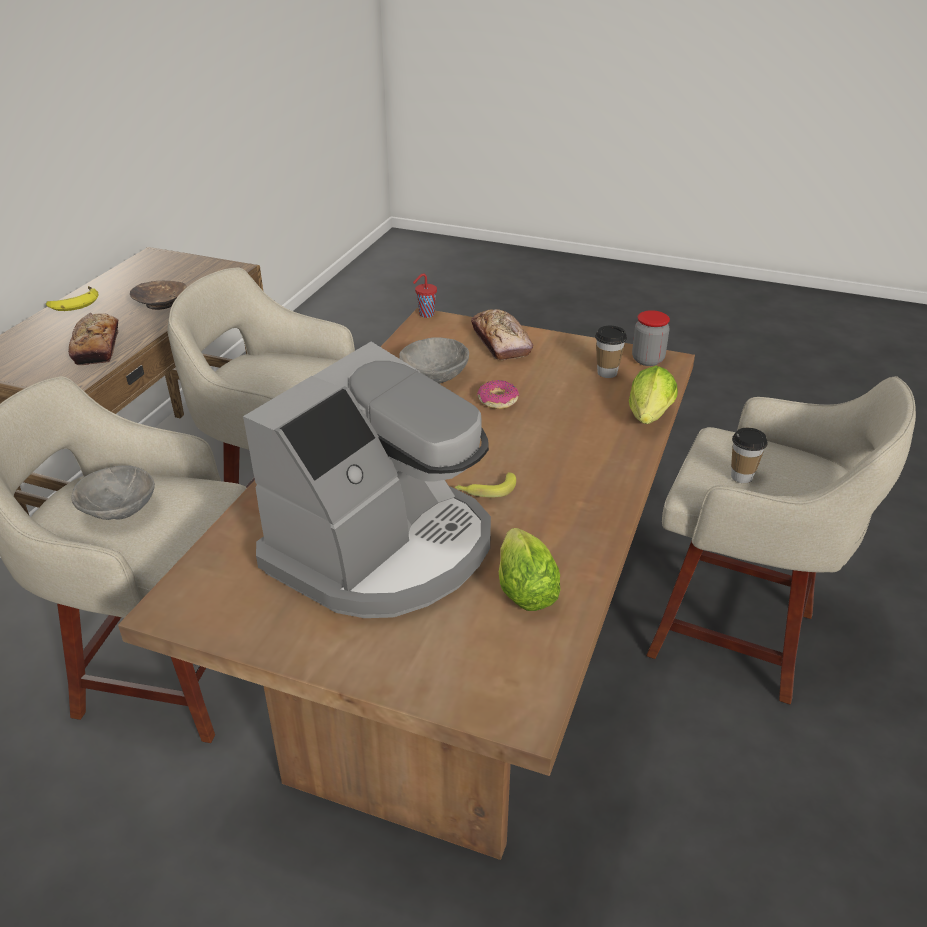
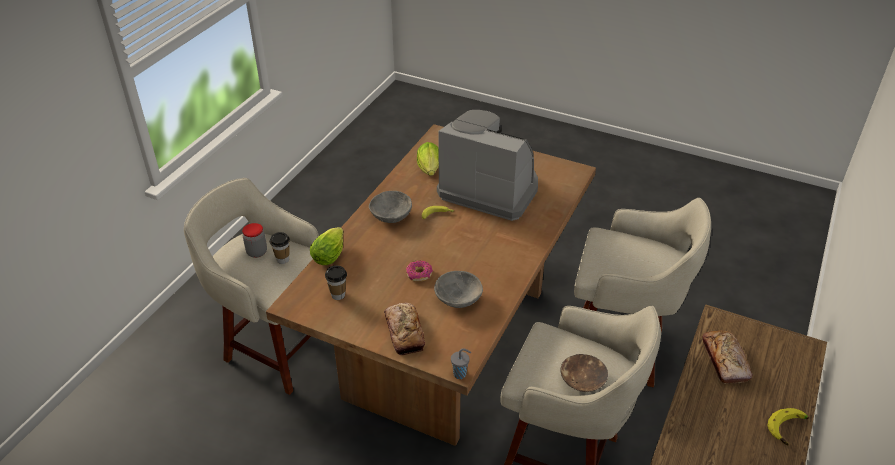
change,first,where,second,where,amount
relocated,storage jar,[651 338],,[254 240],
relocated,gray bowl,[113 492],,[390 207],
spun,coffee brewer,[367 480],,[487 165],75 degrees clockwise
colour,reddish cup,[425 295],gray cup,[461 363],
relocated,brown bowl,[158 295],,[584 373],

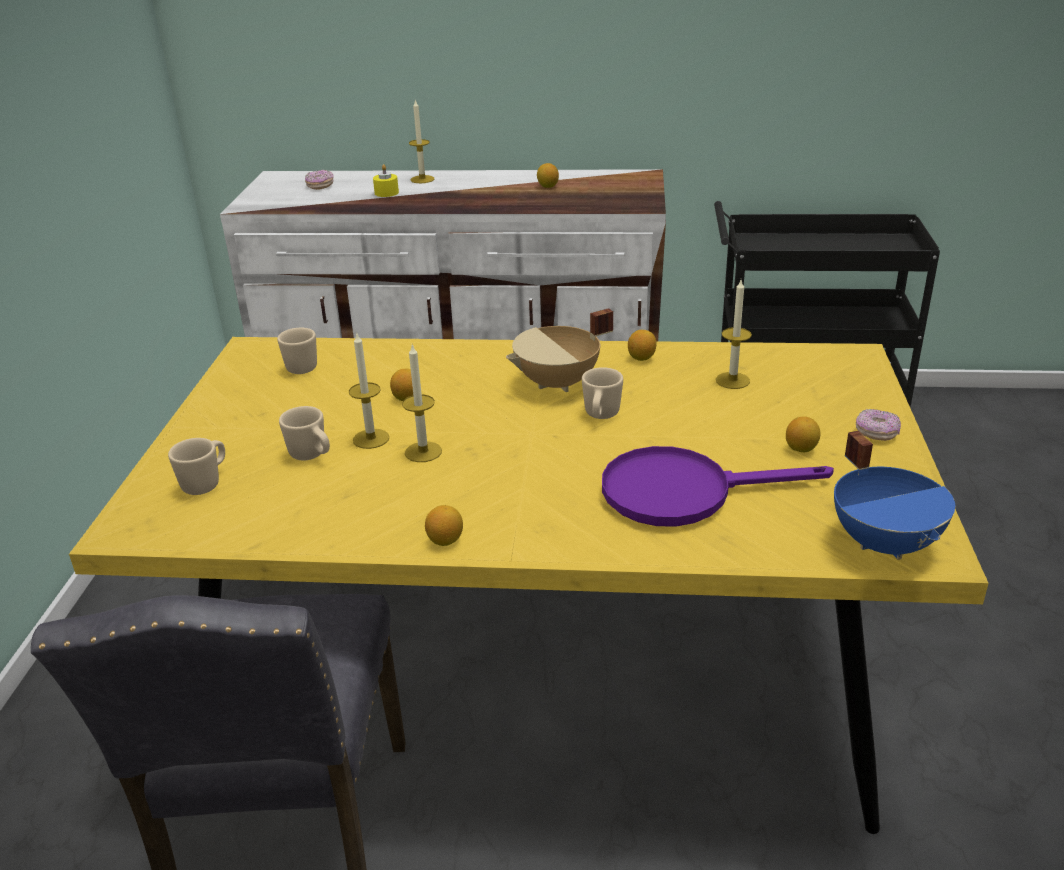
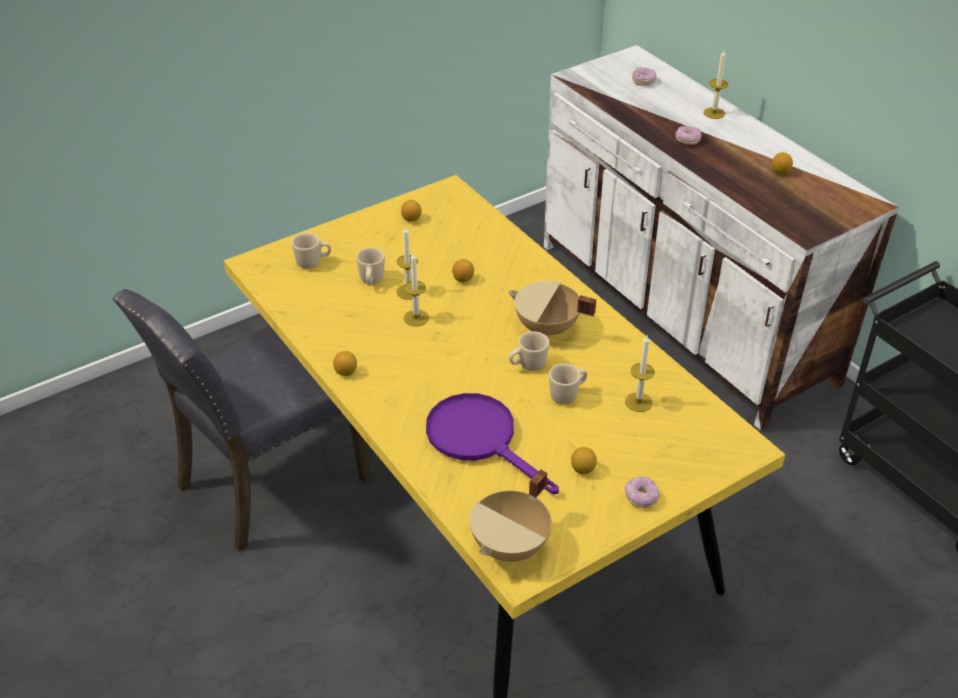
change,first,where,second,where,amount
relocated,lemon,[642 345],,[411 211],
colour,blue-coloured saucepot,[894 495],beige-coloured saucepot,[511 515],
relocated,beige-coloured mug,[297 351],,[568 384],
appeared,,,ring doughnut,[689 135],
missing,yellowish candle,[386 180],,,

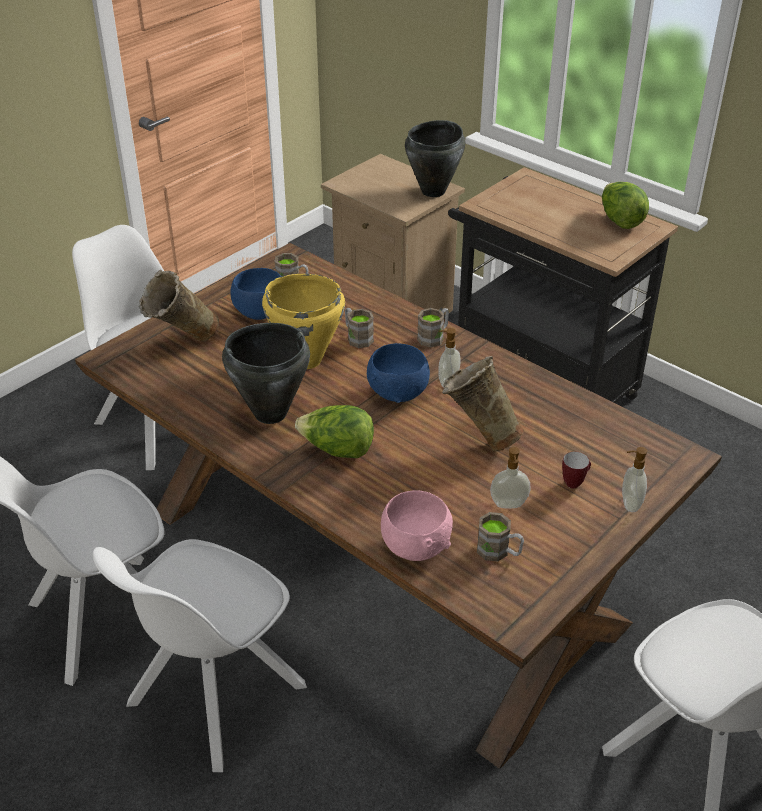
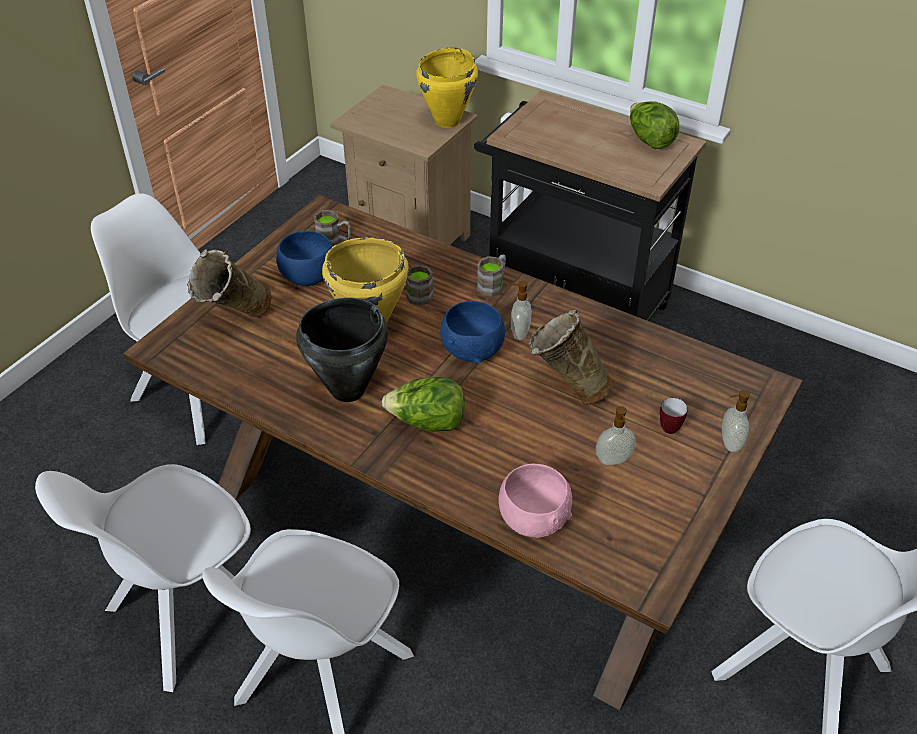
change,first,where,second,where,amount
colour,black-coloured saucepot,[435 158],yellowish saucepot,[447 88],
missing,brown mug,[500 536],,,

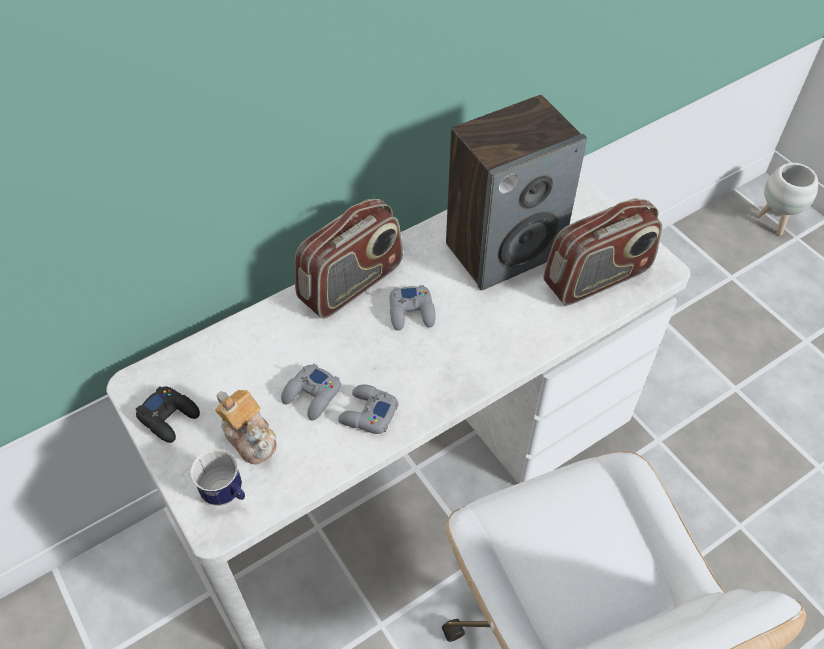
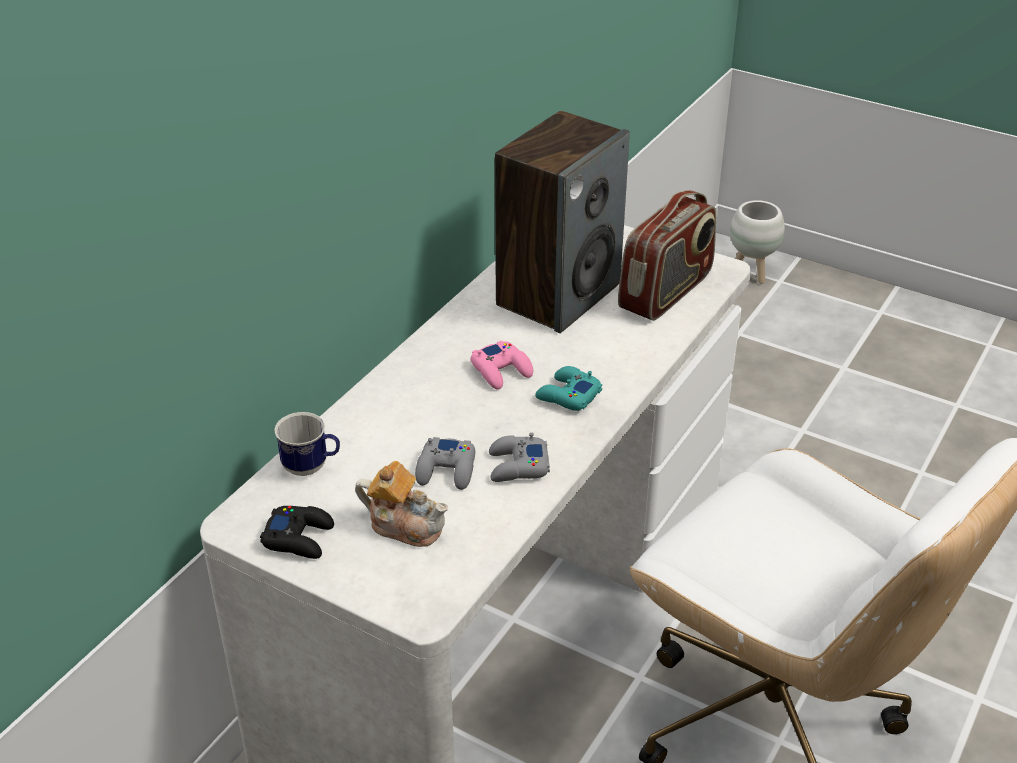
change,first,where,second,where,amount
relocated,mug,[217 477],,[307 444],
colour,gray joypad,[413 308],pink-coloured joypad,[502 365],
appeared,,,turquoise joypad,[568 388],
missing,radio set,[349 259],,,

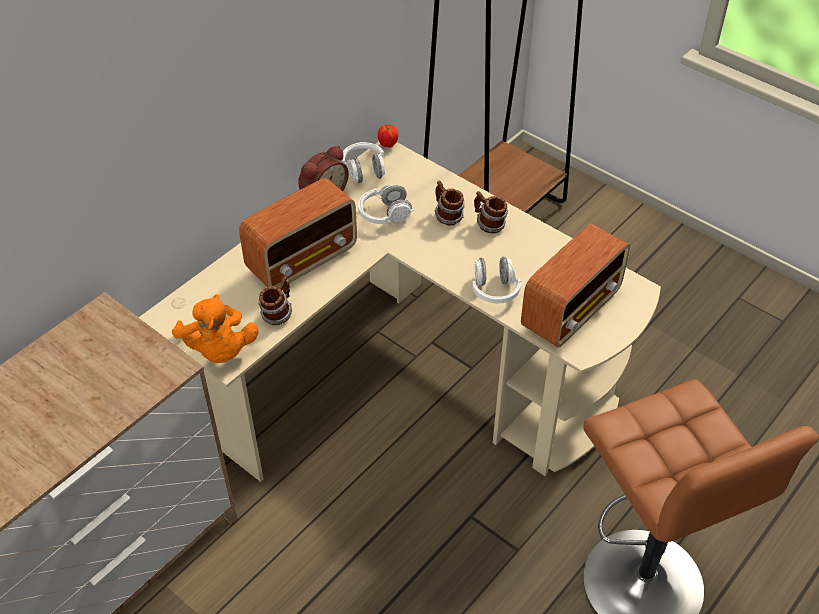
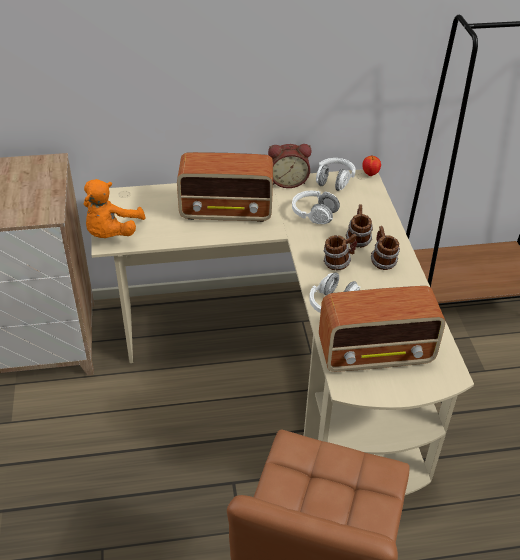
change,first,where,second,where,amount
relocated,mug,[275 300],,[340 252],

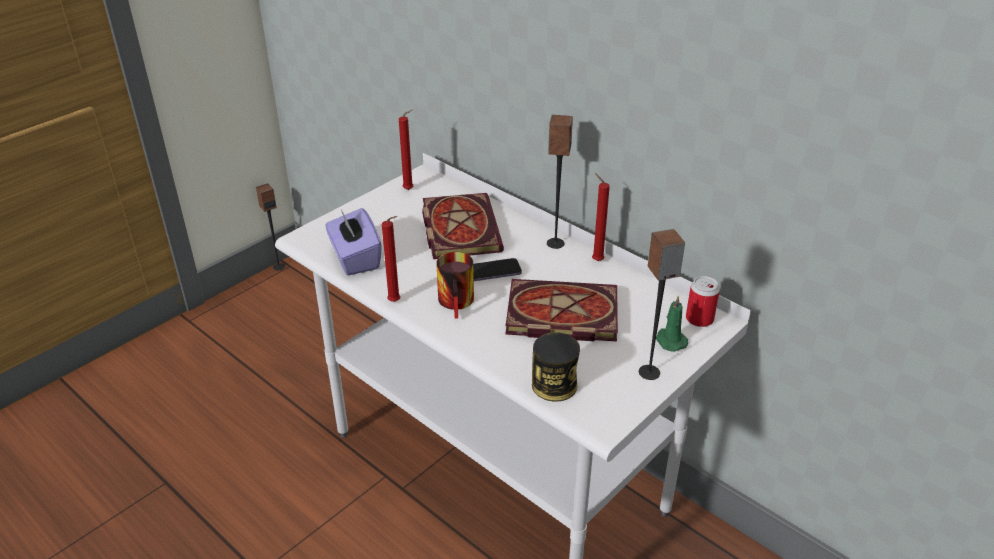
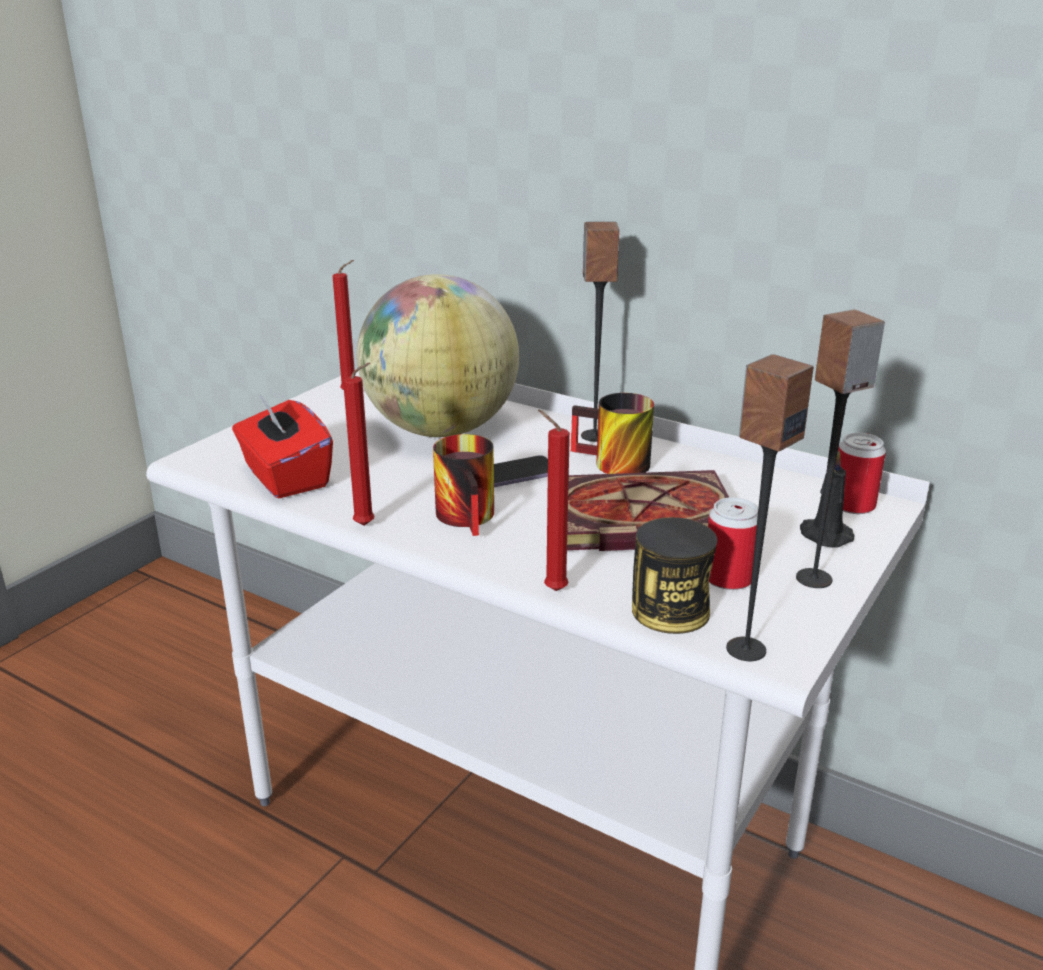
change,first,where,second,where,amount
colour,purple tissue holder,[353 242],reddish tissue holder,[282 446],
exchanged,volume,[463 226],desk globe,[438 355],
relocated,reddish candle,[601 217],,[554 500],
appeared,,,mug,[612 433],
appeared,,,can,[733 543],
relocated,speaker,[270 227],,[770 507],
colour,green-coloured candle,[672 324],black-coloured candle,[827 499],

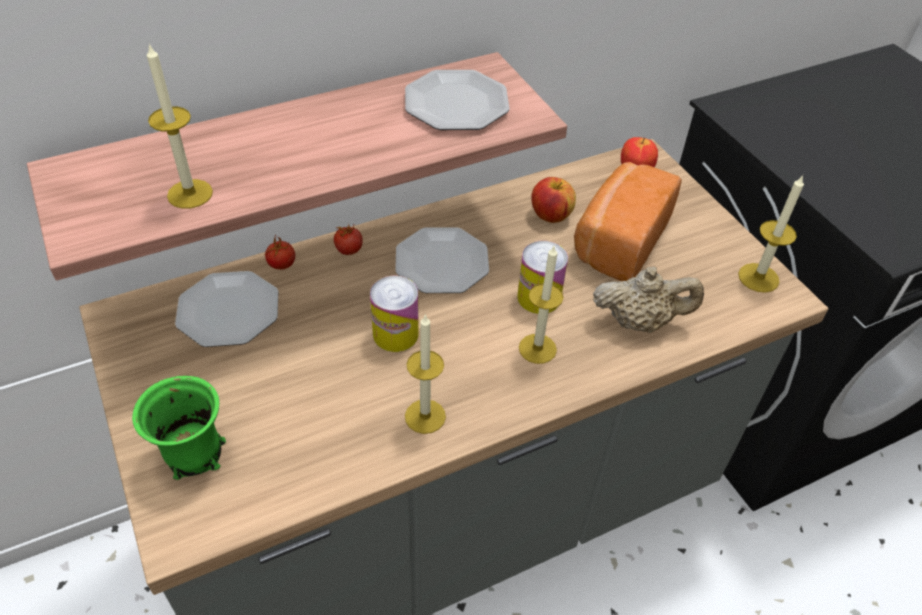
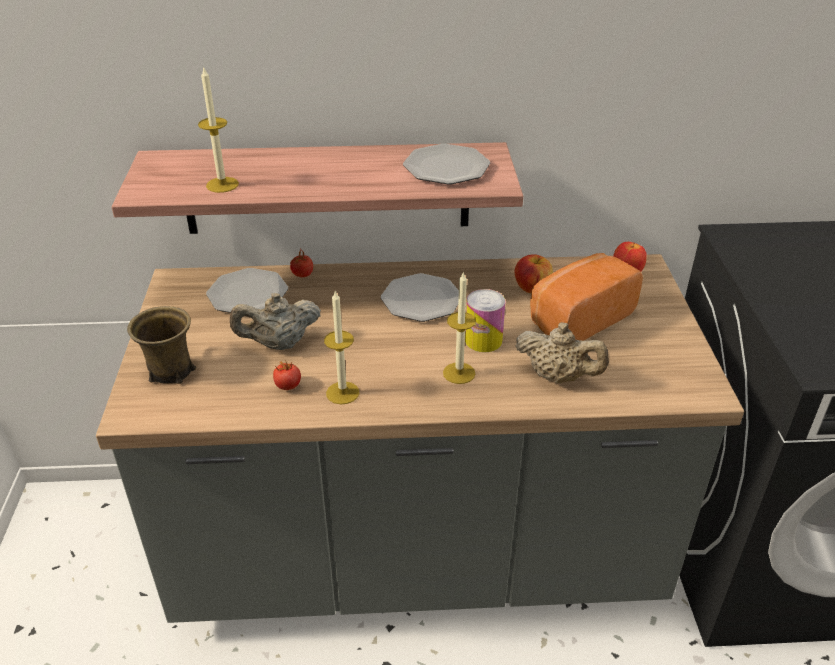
change,first,where,second,where,amount
colour,green-coloured mug,[179 428],brown mug,[161 345],
appeared,,,beige-coloured tea pot,[275 321],
relocated,tomato,[348 239],,[287 376],
missing,can,[394 314],,,
missing,candle,[771 234],,,

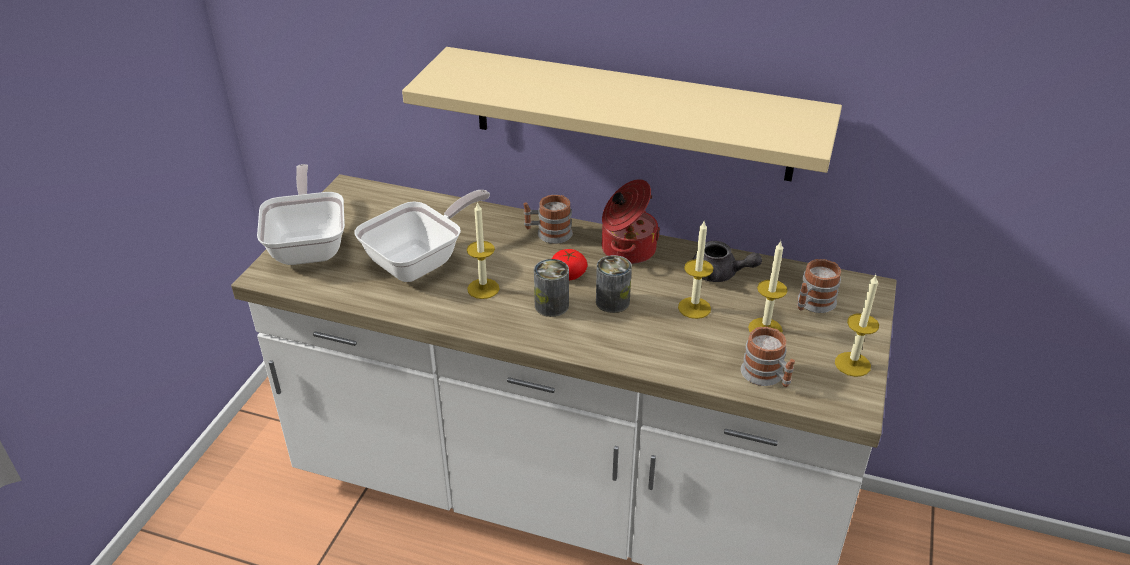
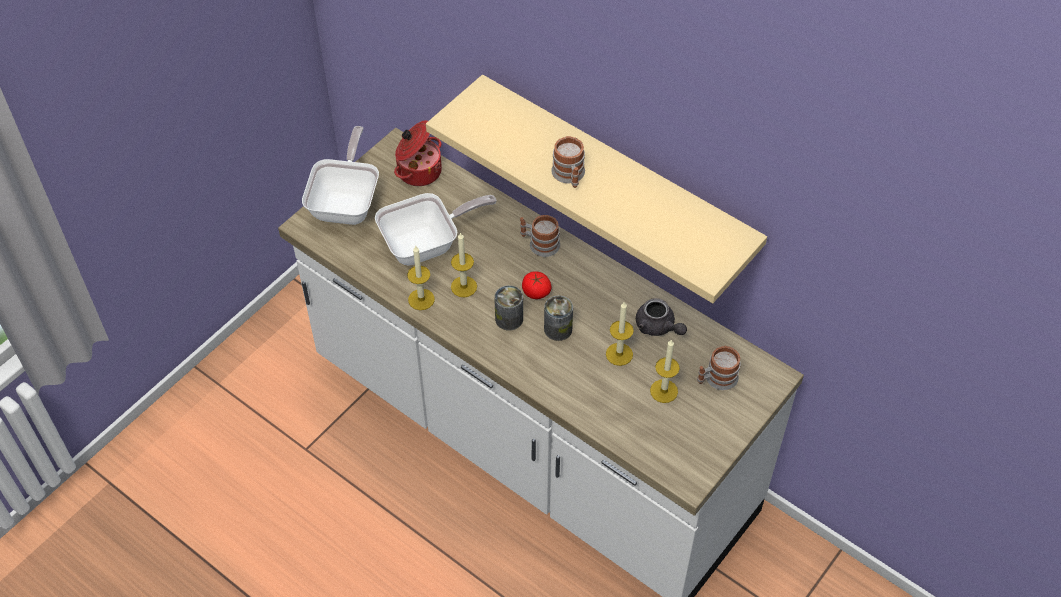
change,first,where,second,where,amount
relocated,saucepot,[631 221],,[418 153],
relocated,candle,[857 326],,[421 277],
relocated,mug,[768 357],,[568 162],

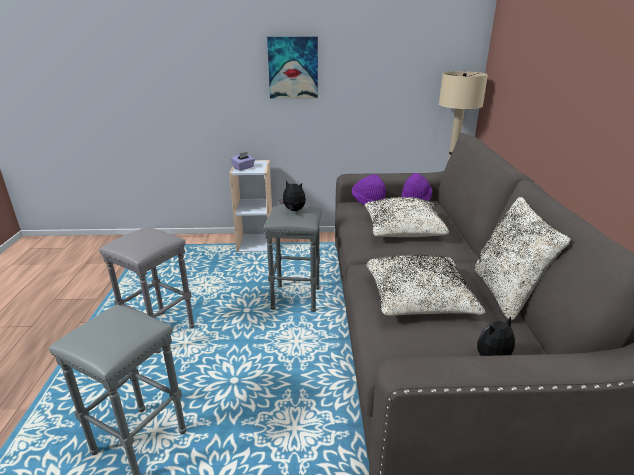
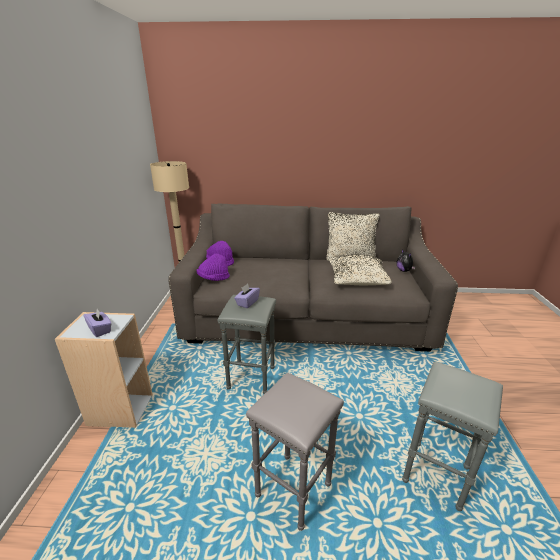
change,first,where,second,where,amount
exchanged,cuddly toy,[292 196],purple tissue holder,[247 296],
missing,picture,[292 67],,,
missing,beige-coloured pillow,[407 217],,,

